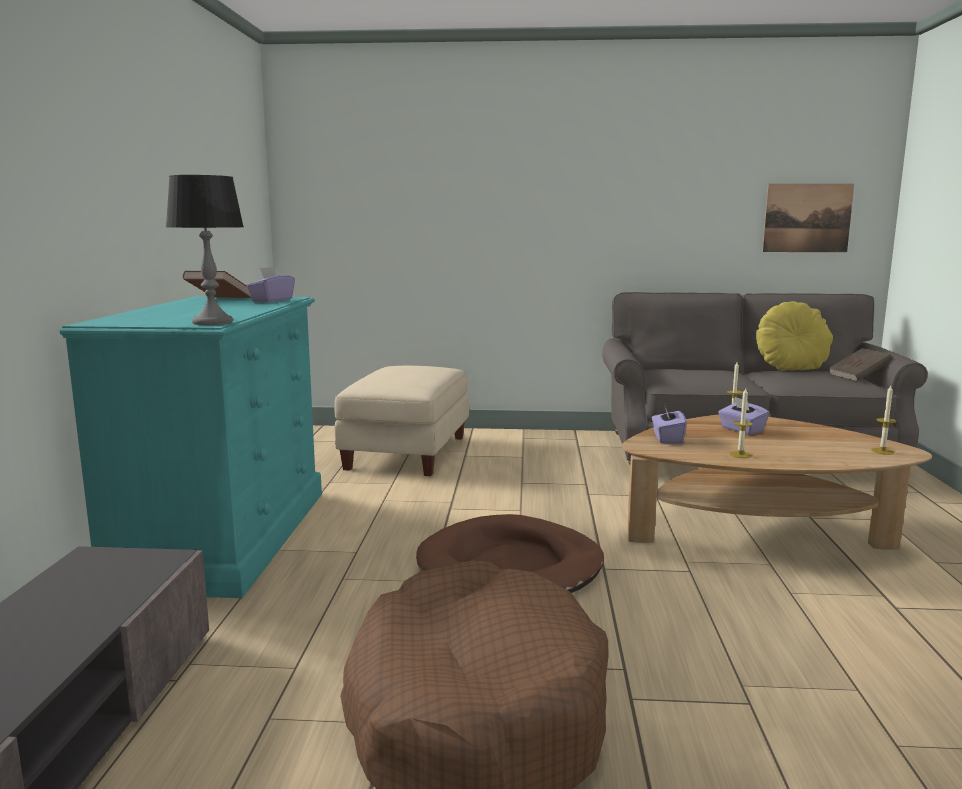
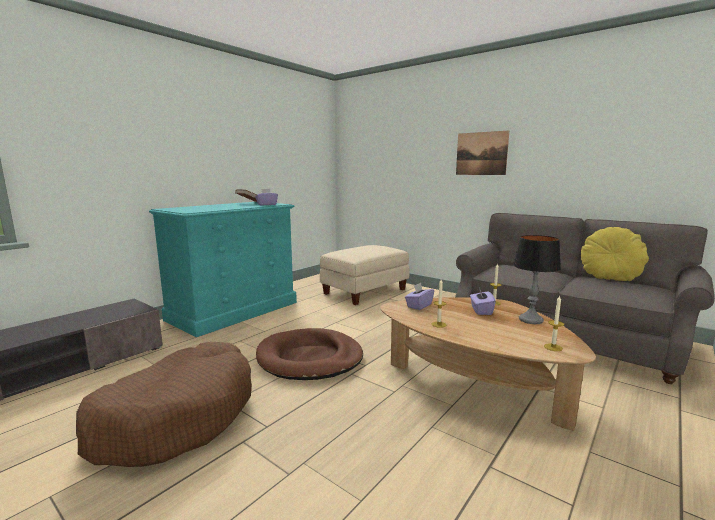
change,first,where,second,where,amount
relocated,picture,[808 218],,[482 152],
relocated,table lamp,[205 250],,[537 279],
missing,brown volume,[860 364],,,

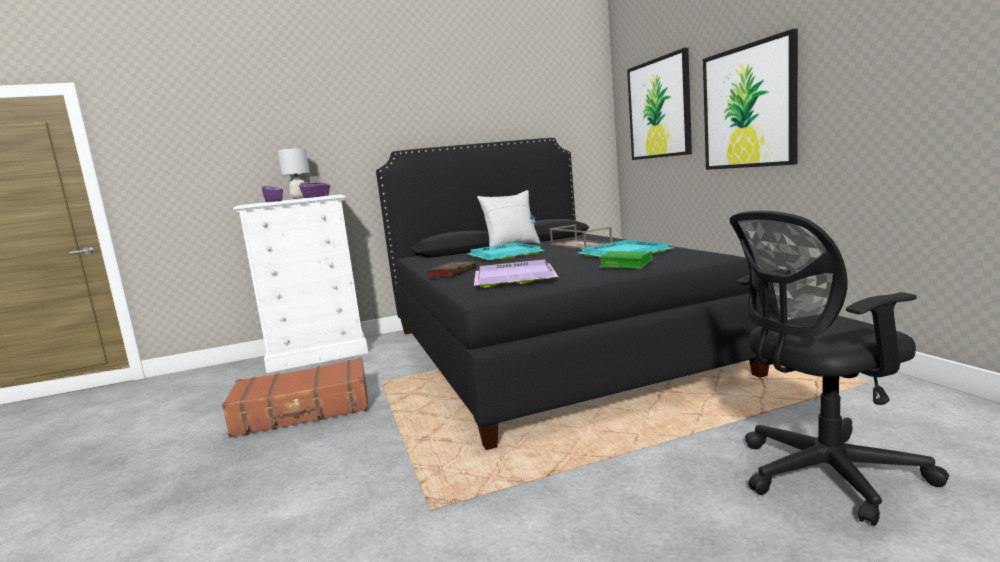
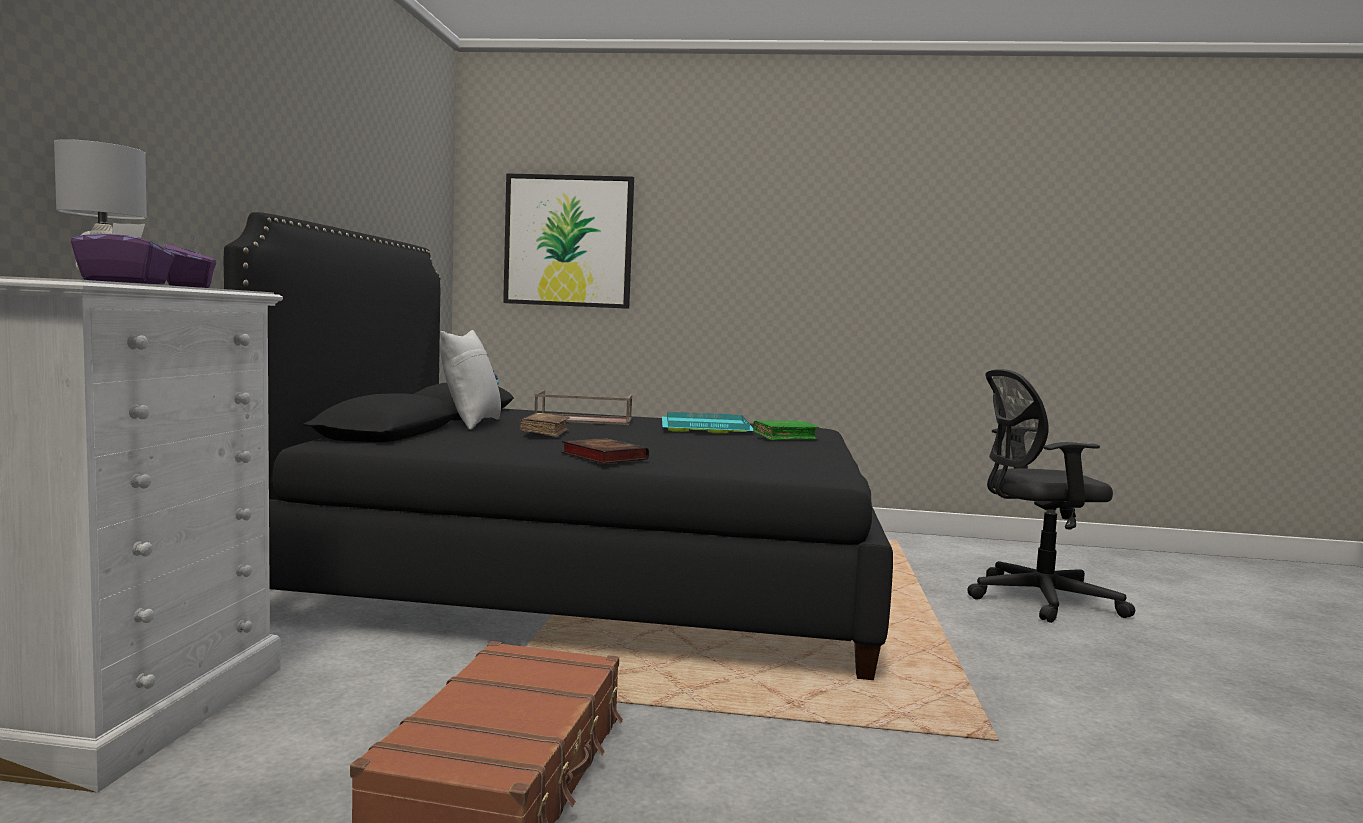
change,first,where,second,where,amount
exchanged,turquoise serving tray,[506 251],brown volume,[544 425],
spun,black-coloured desk chair,[839 368],,[1051 496],75 degrees clockwise
missing,purple serving tray,[516 273],,,
missing,picture,[750 99],,,

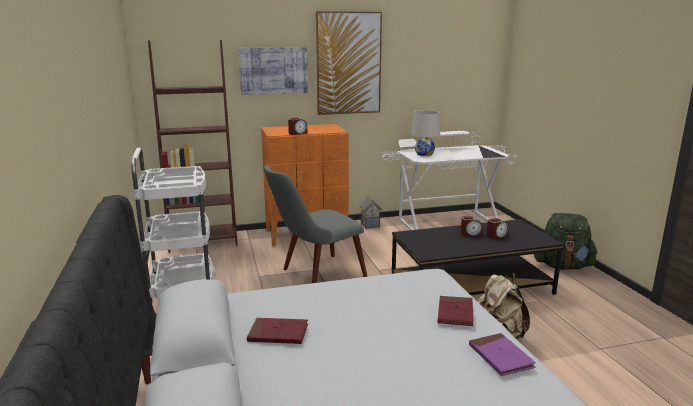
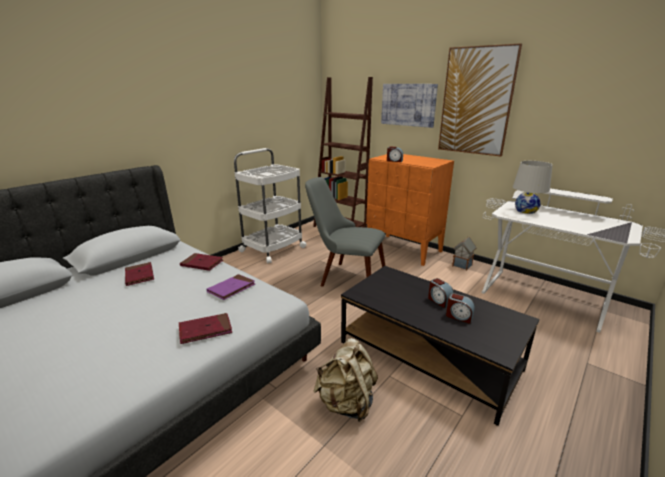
change,first,where,second,where,amount
appeared,,,reddish volume,[201 262],
relocated,purple volume,[502 354],,[231 287],
missing,green-coloured backpack,[566 241],,,

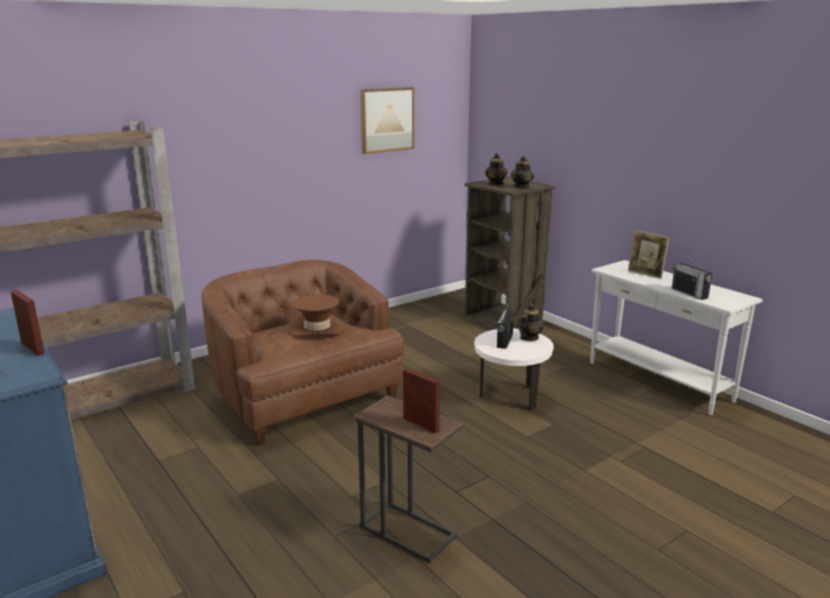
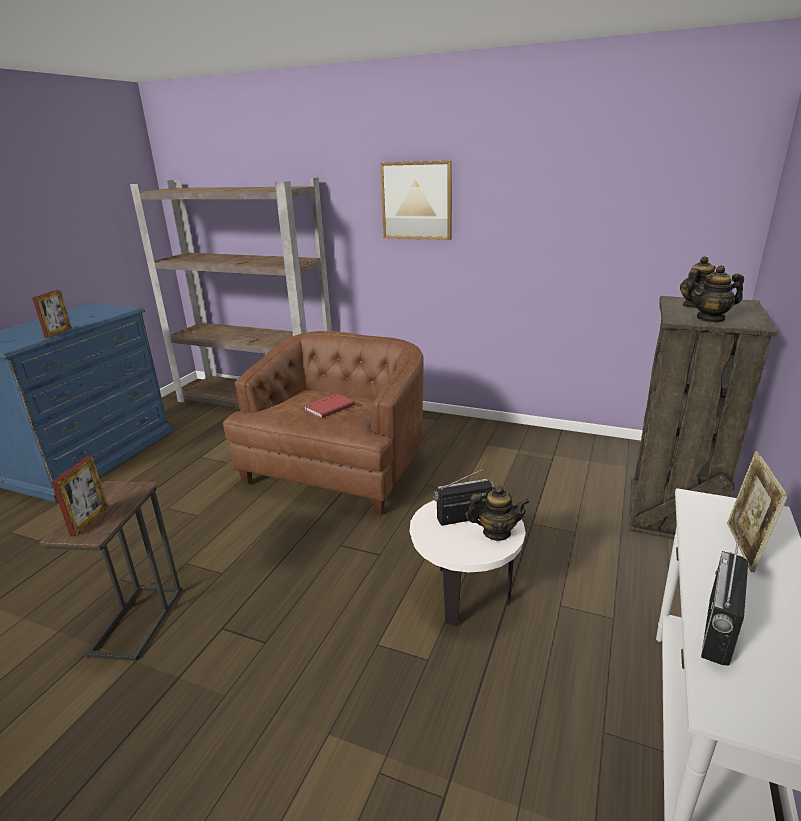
change,first,where,second,where,amount
exchanged,brown clothing hat,[317 316],reddish volume,[329 406],
relocated,picture,[387 120],,[416 200],

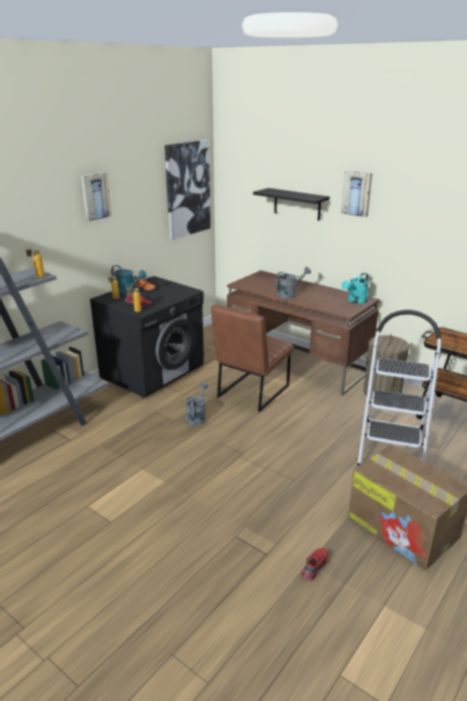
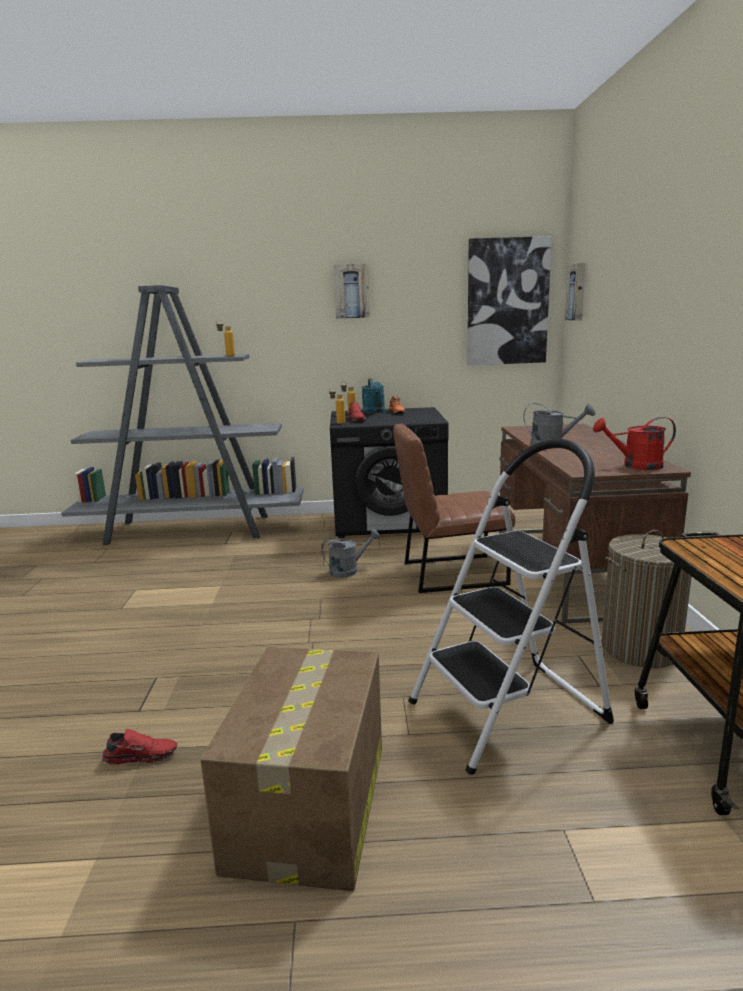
change,first,where,second,where,amount
relocated,picture,[356 193],,[575 292],
colour,turquoise watering can,[355 288],reddish watering can,[634 443],
missing,black-coloured bracket shelf,[291 204],,,

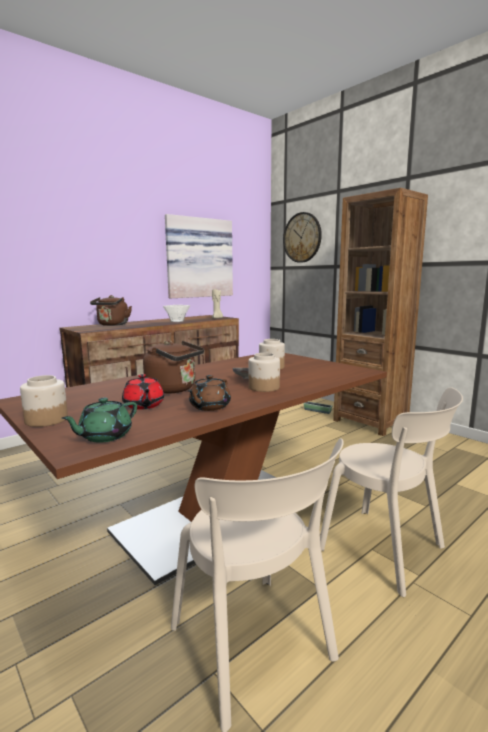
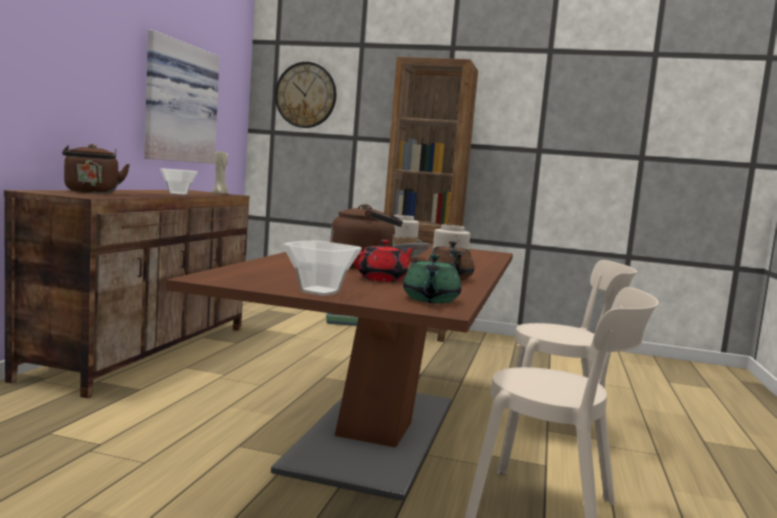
change,first,where,second,where,amount
exchanged,storage jar,[44 401],bowl,[322 268],
spun,reddish tea pot,[143 392],,[384 261],75 degrees counterclockwise

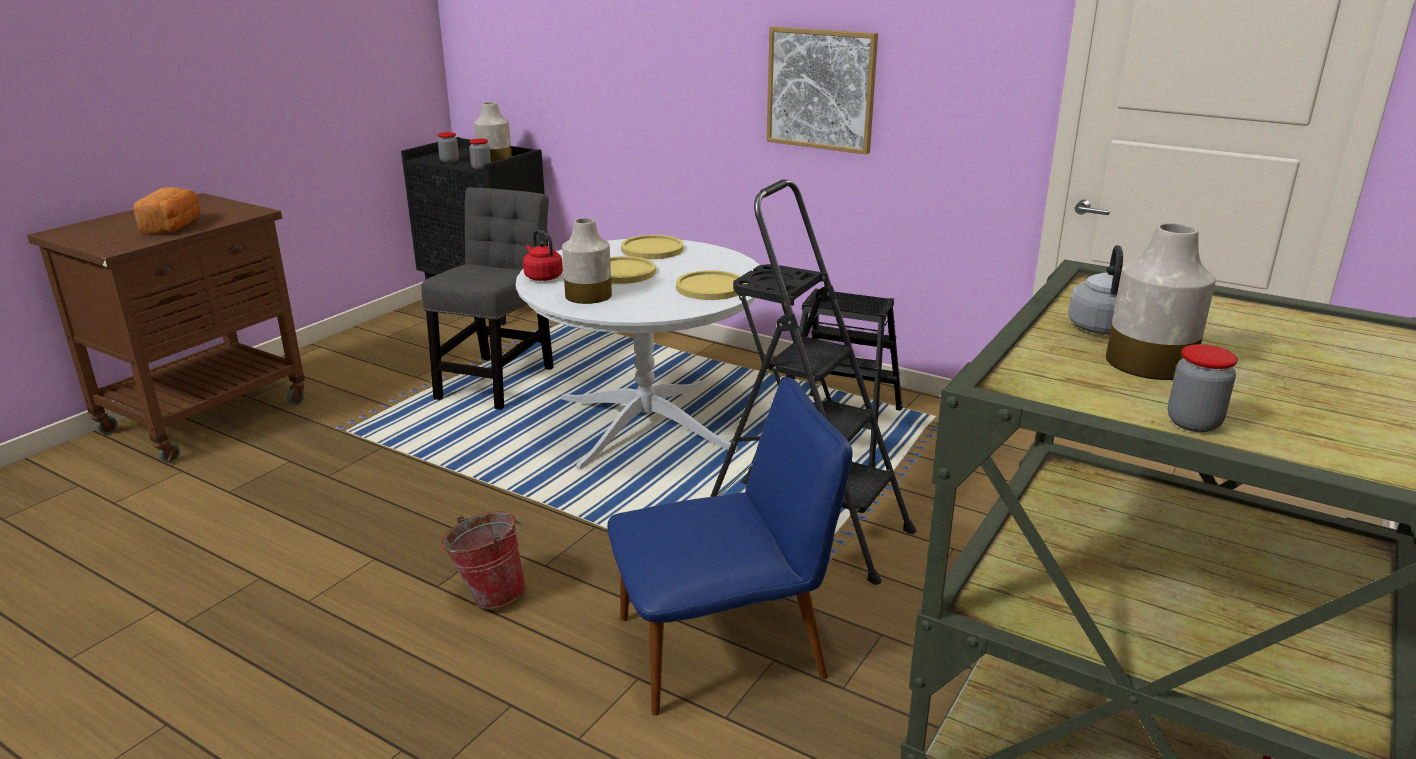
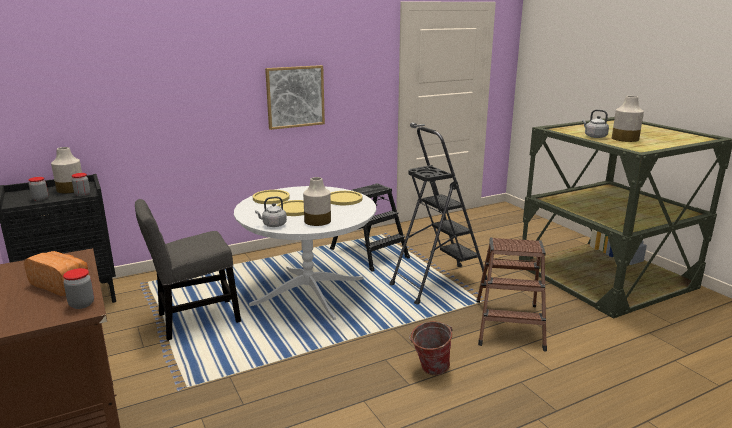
change,first,where,second,where,amount
relocated,storage jar,[1203 388],,[78 288],
spun,gray chair,[487 298],,[188 270],75 degrees counterclockwise
colour,reddish water kettle,[543 255],gray water kettle,[271 212],
exchanged,blue-coloured chair,[730 546],brown step stool,[511 294],

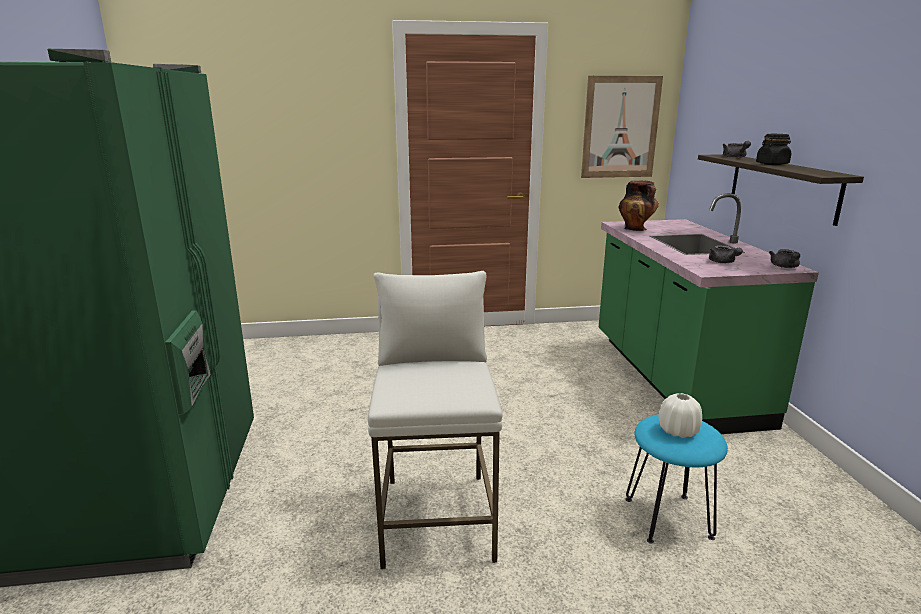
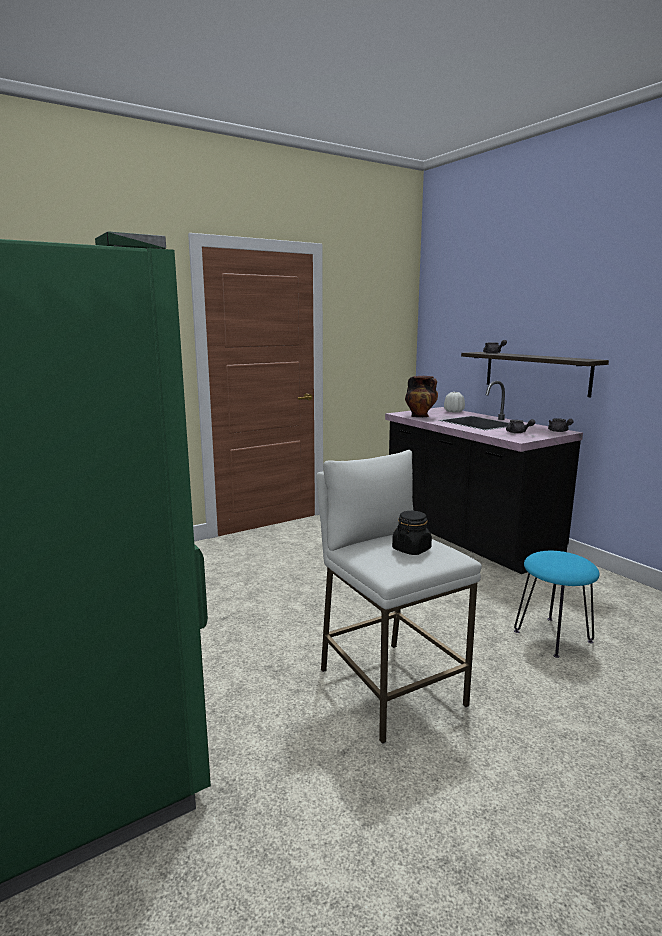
change,first,where,second,where,amount
colour,green-coloured kitchen counter,[709 313],black-coloured kitchen counter,[484 477],
relocated,black-coloured storage jar,[773 149],,[412 533],
relocated,white vase,[680 415],,[454 402],
missing,picture,[622 127],,,

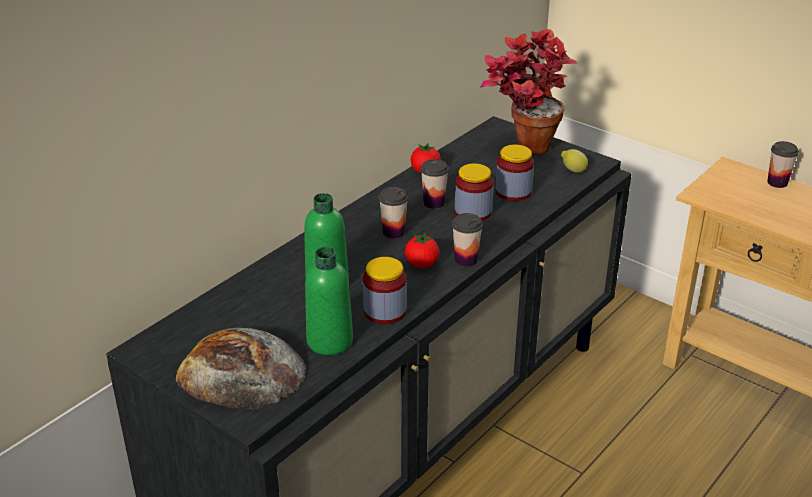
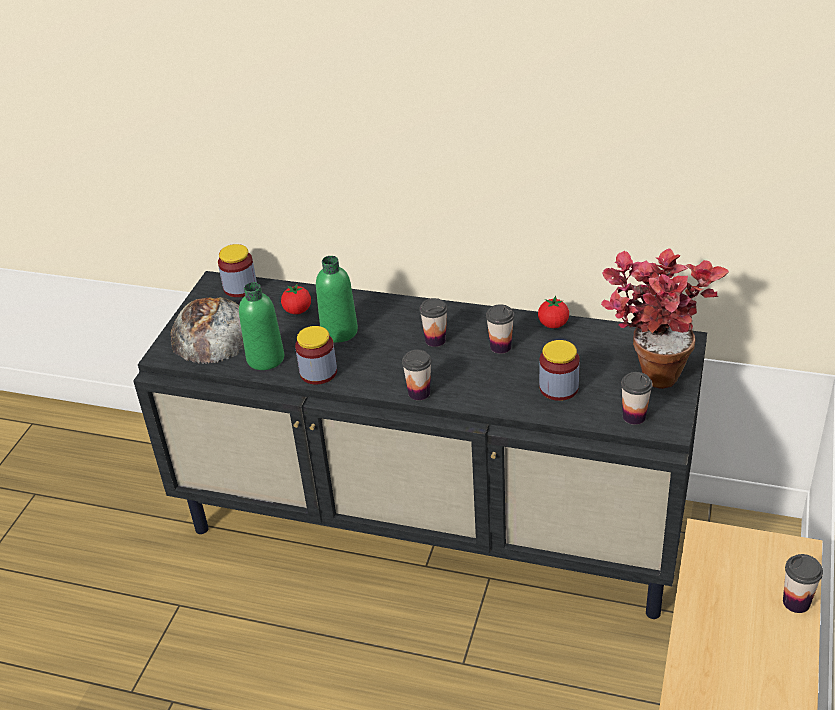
change,first,where,second,where,amount
relocated,storage jar,[474 192],,[237 270],
relocated,tomato,[422 250],,[296 299],
exchanged,lemon,[574 161],cup,[637 398],

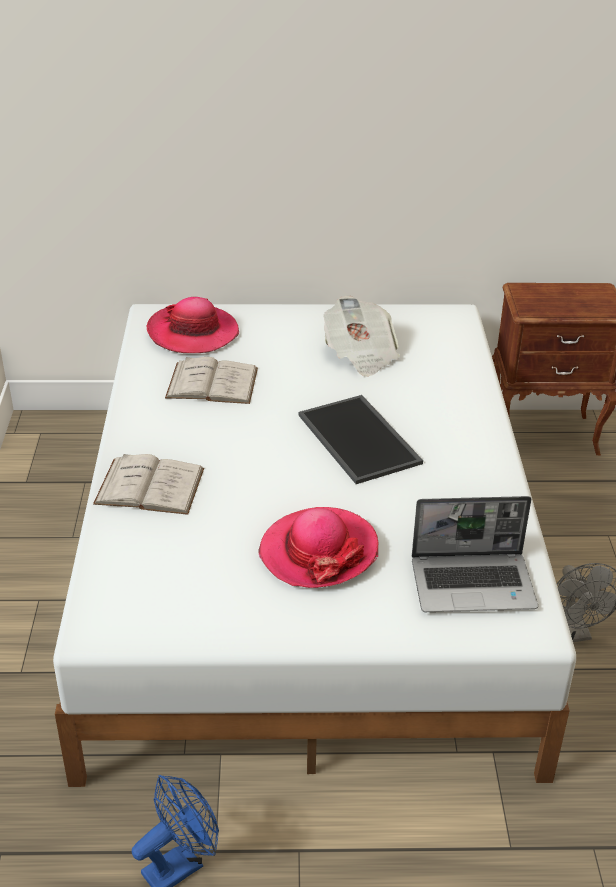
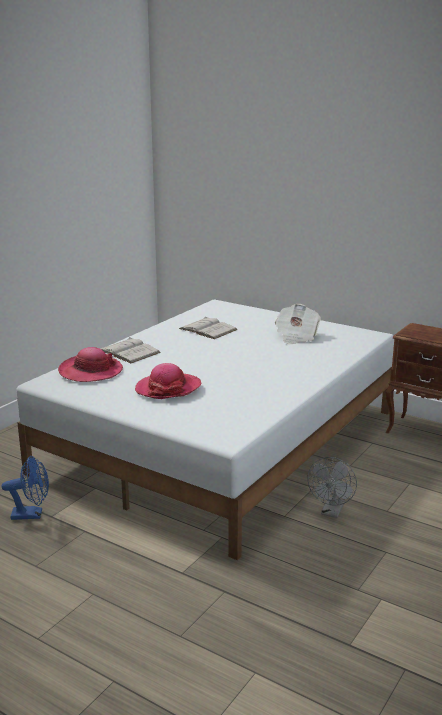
change,first,where,second,where,amount
relocated,clothing hat,[193 325],,[90 364],
missing,serving tray,[361 439],,,
missing,notebook computer,[475 554],,,

